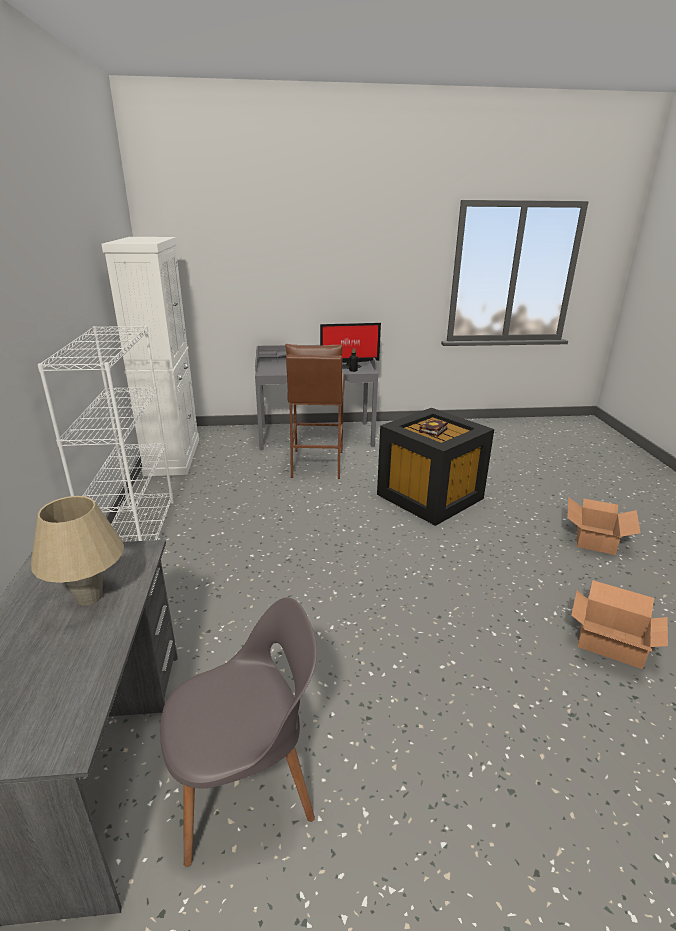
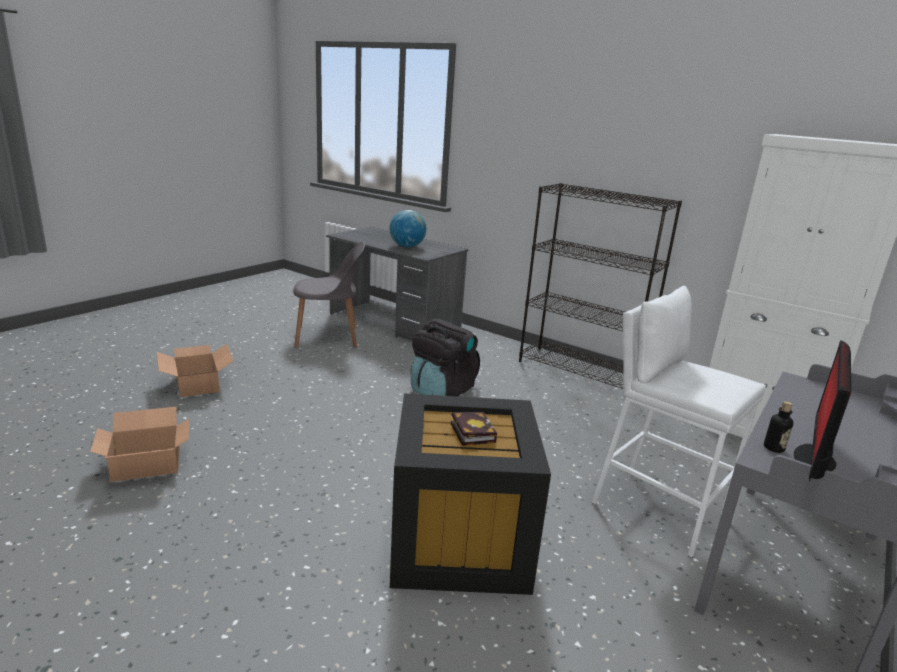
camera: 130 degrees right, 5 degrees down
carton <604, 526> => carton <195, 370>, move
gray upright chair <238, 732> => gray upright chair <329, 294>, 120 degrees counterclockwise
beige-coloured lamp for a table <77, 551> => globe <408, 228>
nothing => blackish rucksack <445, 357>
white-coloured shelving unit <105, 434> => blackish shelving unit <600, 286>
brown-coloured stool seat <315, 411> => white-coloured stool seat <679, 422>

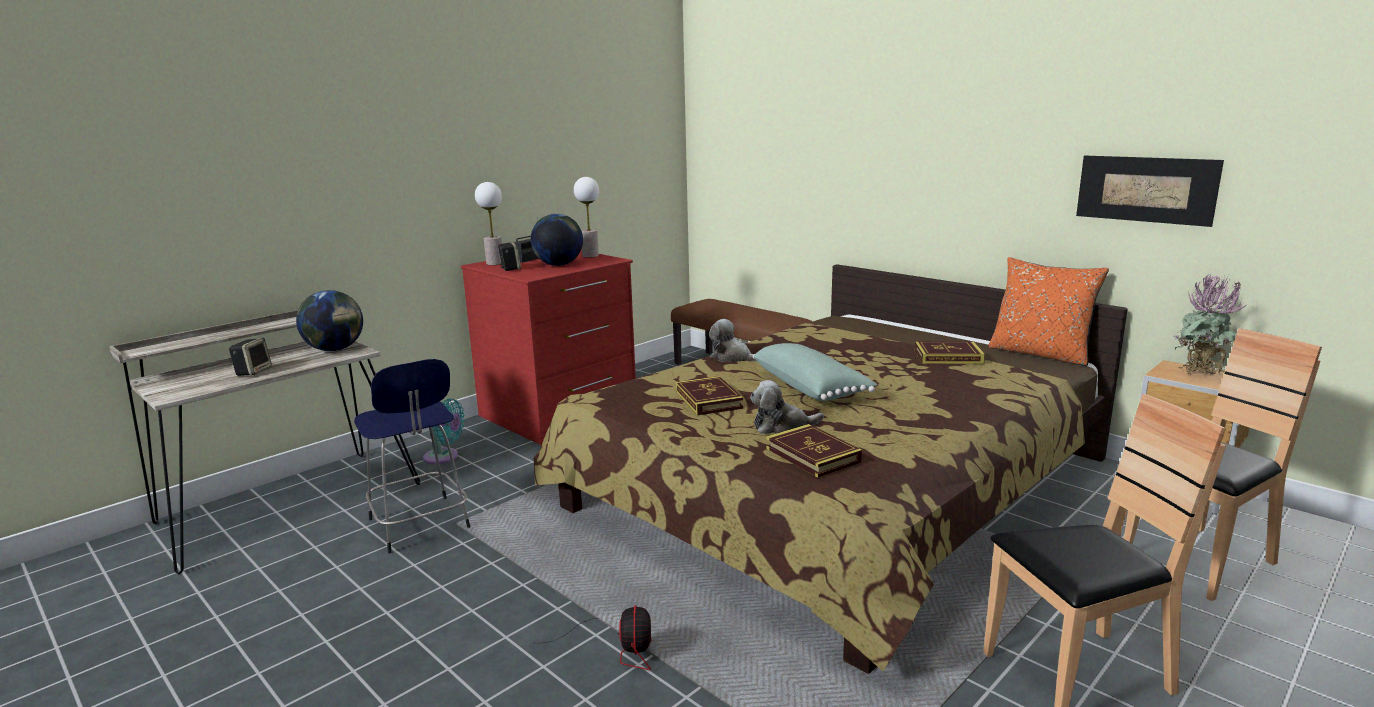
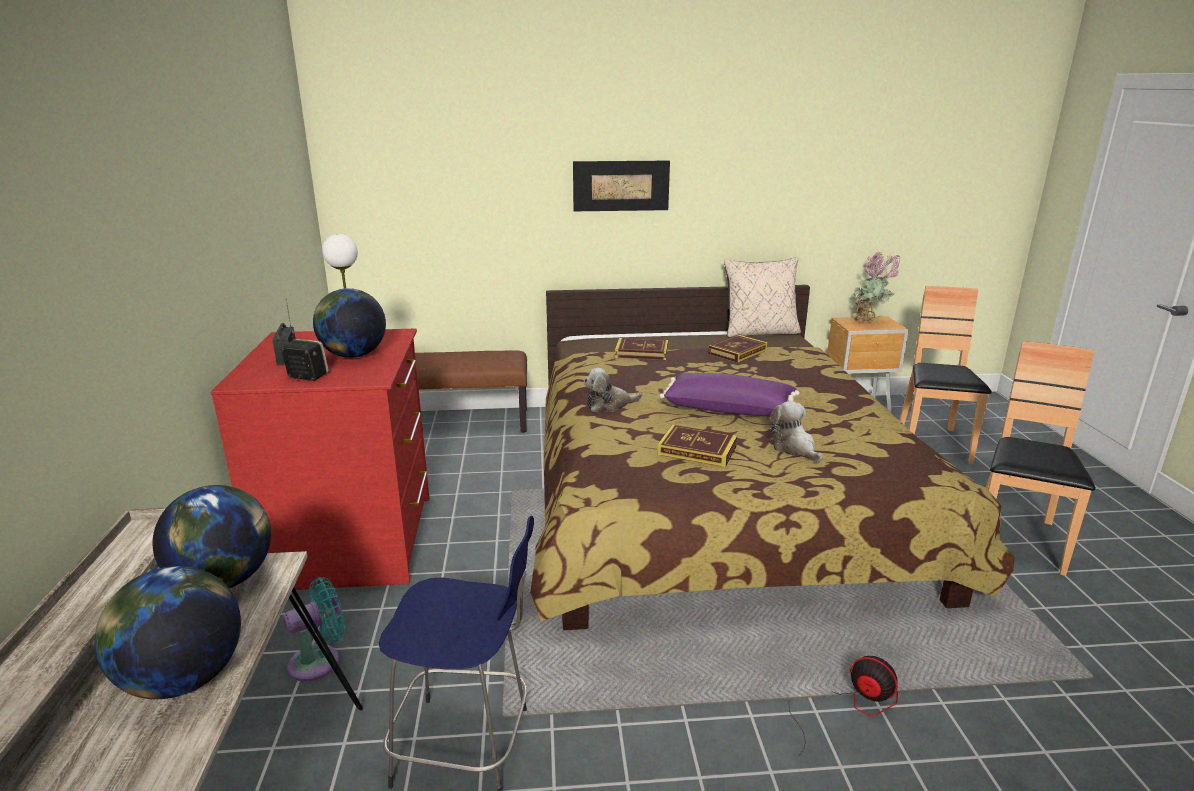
camera: 50 degrees left, 5 degrees up
audio speaker <250, 357> => globe <167, 632>
wall picture <1150, 191> => wall picture <621, 186>, move
bound book <814, 451> => bound book <641, 349>, move
green cushion <815, 372> => purple cushion <729, 394>
orangey cushion <1048, 311> => beige-coloured cushion <762, 297>
plush toy <787, 407> => plush toy <796, 431>, 120 degrees clockwise
lamp for a table <488, 223> => nothing

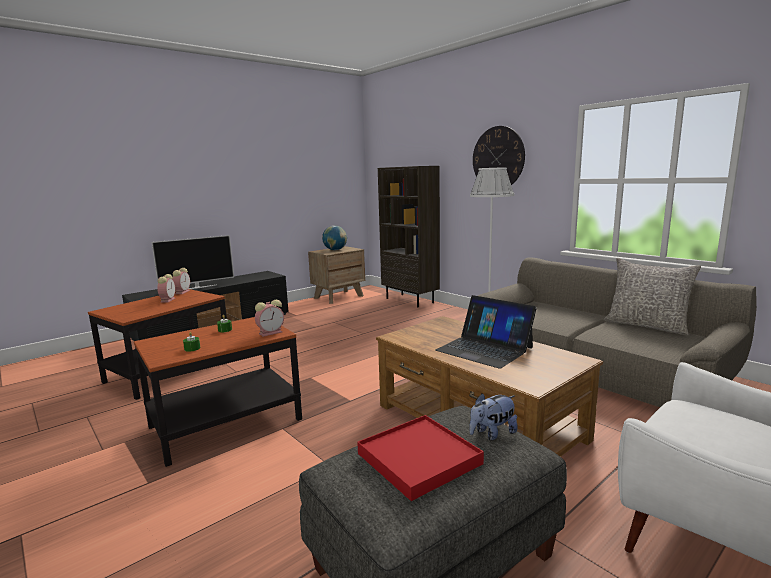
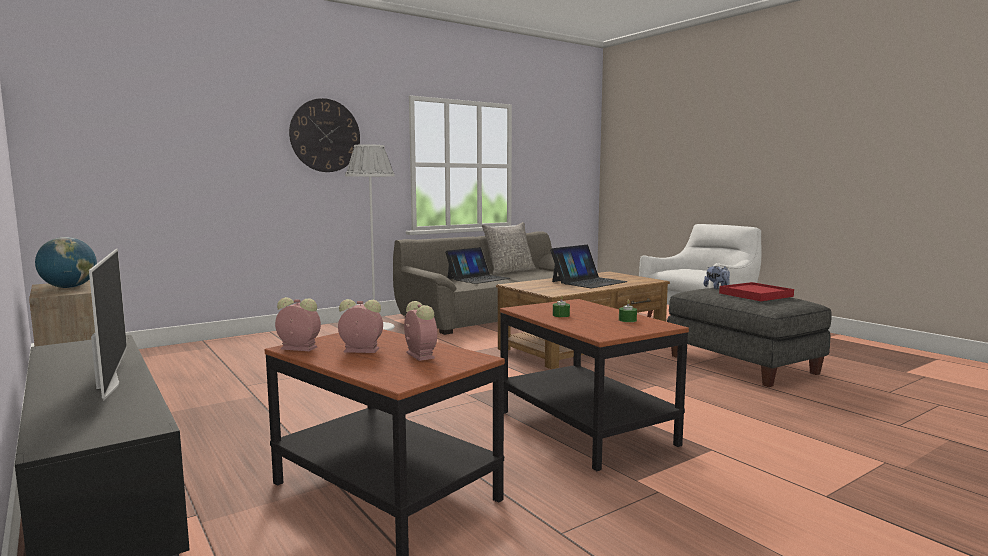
camera: 85 degrees left, 5 degrees down
alarm clock <269, 318> => alarm clock <420, 331>, move
nothing => notebook computer <477, 265>
brown-coloured shelving unit <409, 236> => nothing

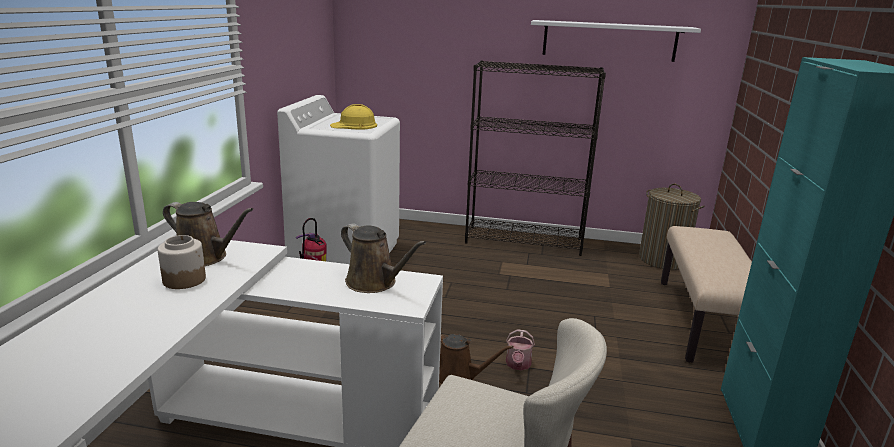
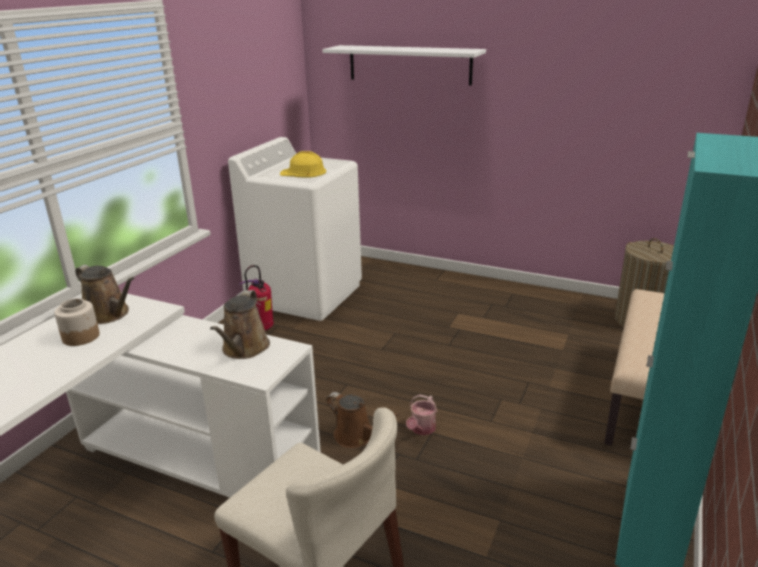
camera: 15 degrees right, 5 degrees up
brown-coloured sprinkling can <383, 258> => brown-coloured sprinkling can <240, 324>, 45 degrees clockwise
white-coloured bracket shelf <616, 41> => white-coloured bracket shelf <404, 65>, move
blackish shelving unit <535, 158> => nothing

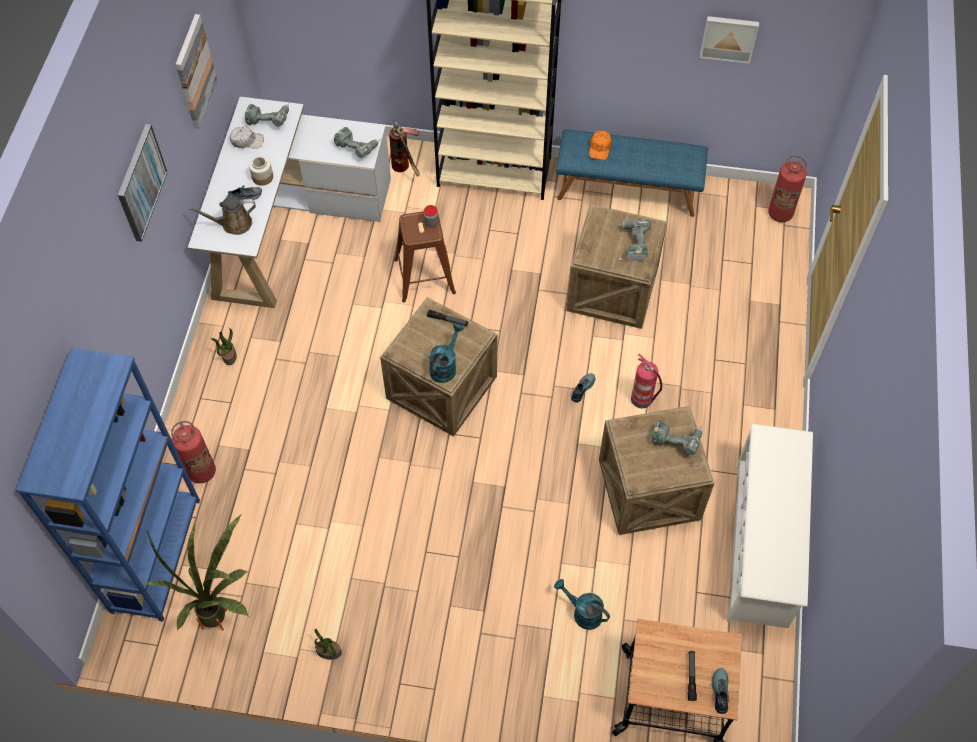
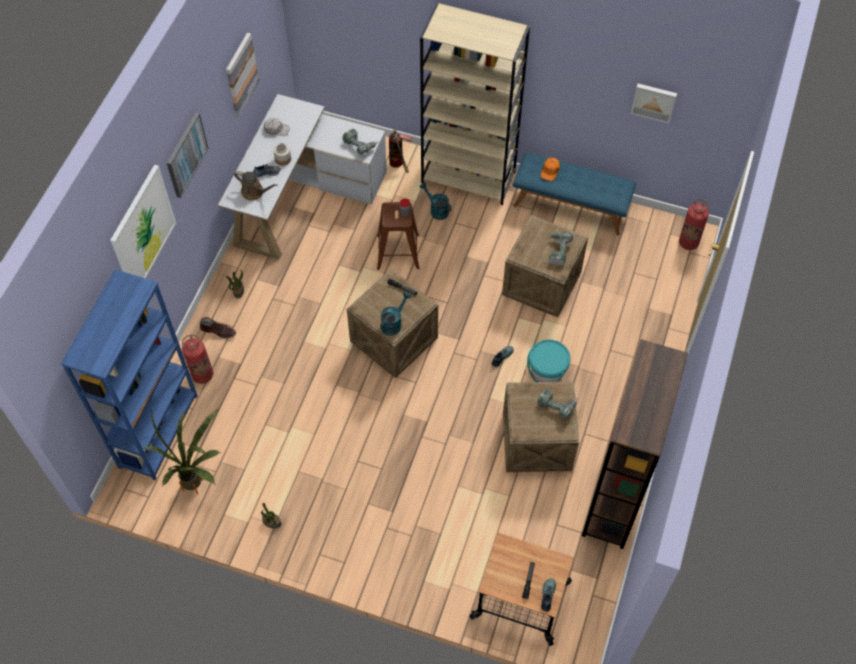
camera: 10 degrees right, 0 degrees up
nothing => wall picture <143, 221>
nothing => brown-coloured high-top boot <218, 327>
brown-coloured sprinkling can <221, 216> => brown-coloured sprinkling can <255, 185>, 150 degrees counterclockwise
blue-green sprinkling can <582, 604> => blue-green sprinkling can <435, 201>, move
fire-fighting cylinder <646, 381> => blue-green bucket <549, 361>
white-coloured shoe stand <770, 525> => brown-coloured shelving unit <635, 444>
electric drill <267, 115> => nothing

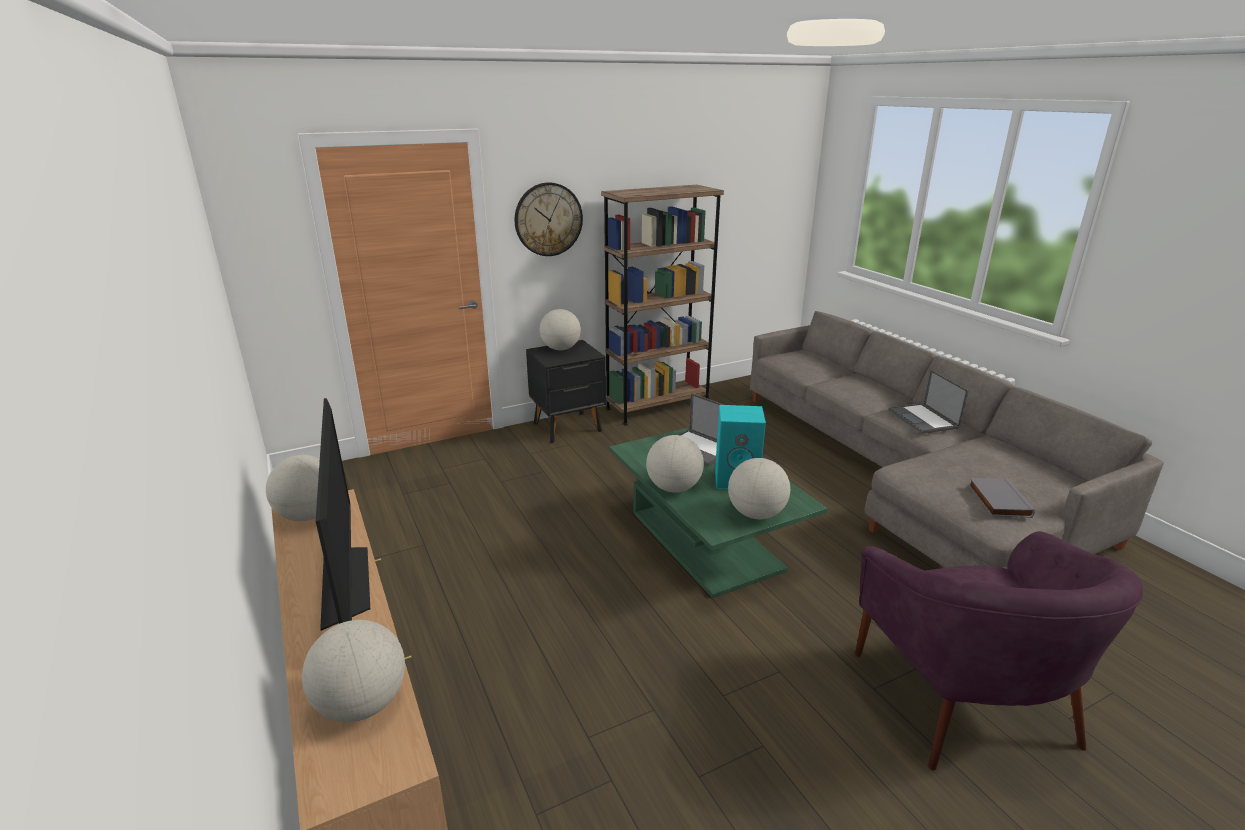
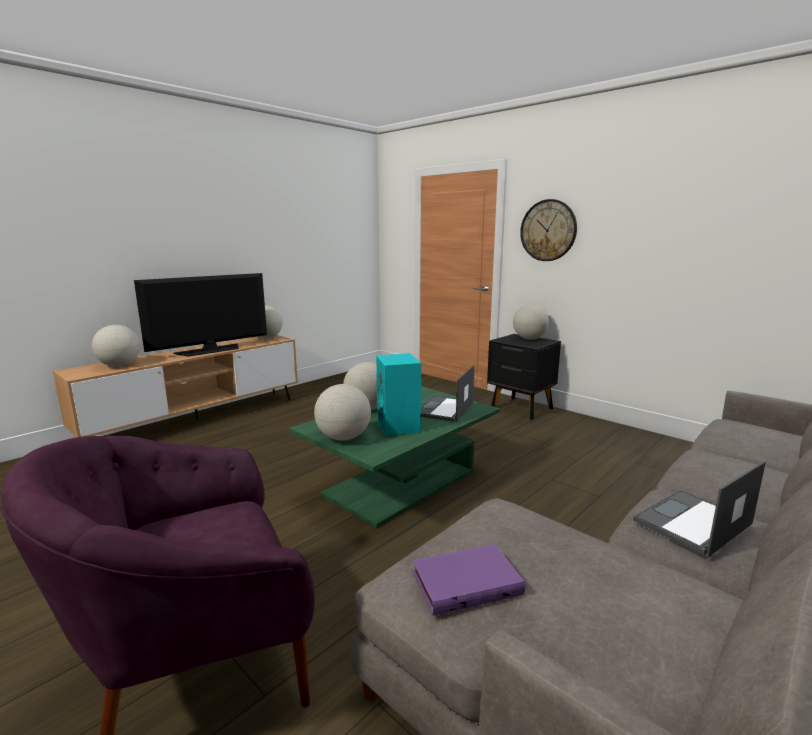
camera: 70 degrees right, 10 degrees down
gray bound book <1001, 498> => purple bound book <468, 580>
brown-coloured shelving unit <662, 305> => nothing

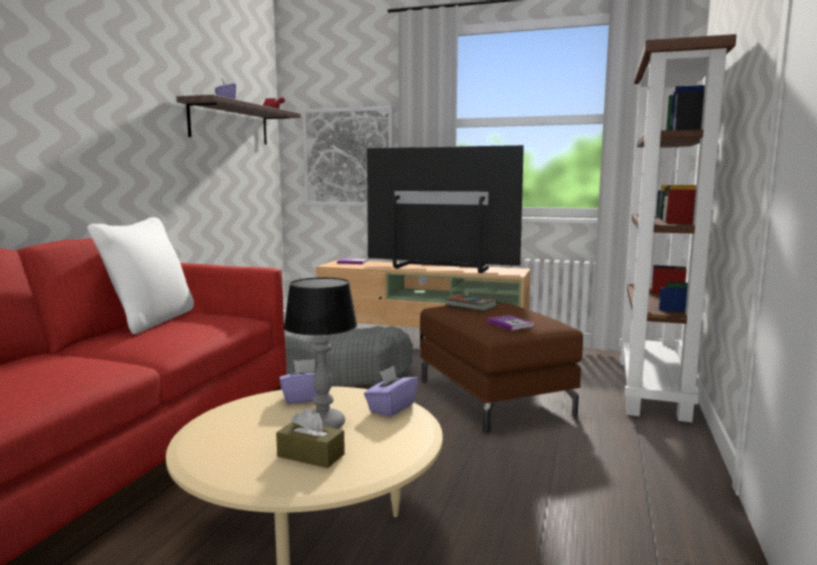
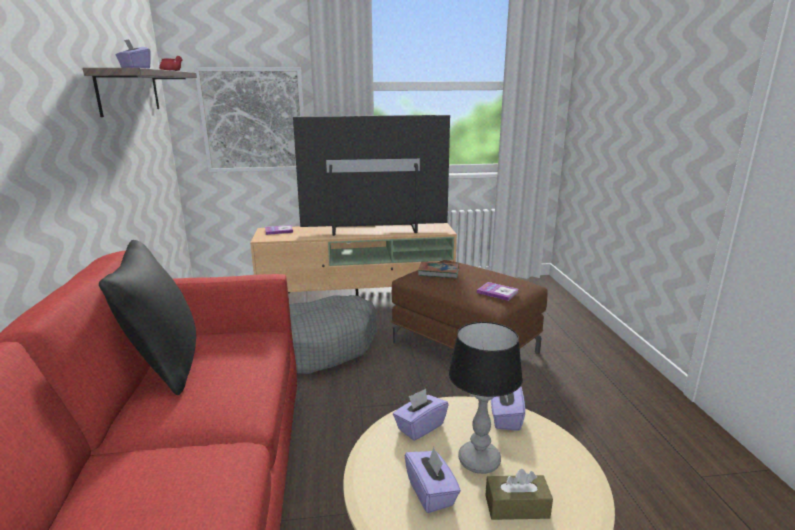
camera: 25 degrees left, 10 degrees up
white-coloured cushion <140, 275> => blackish cushion <147, 317>
nothing => purple tissue holder <433, 480>
brown-coloured shelving unit <678, 228> => nothing

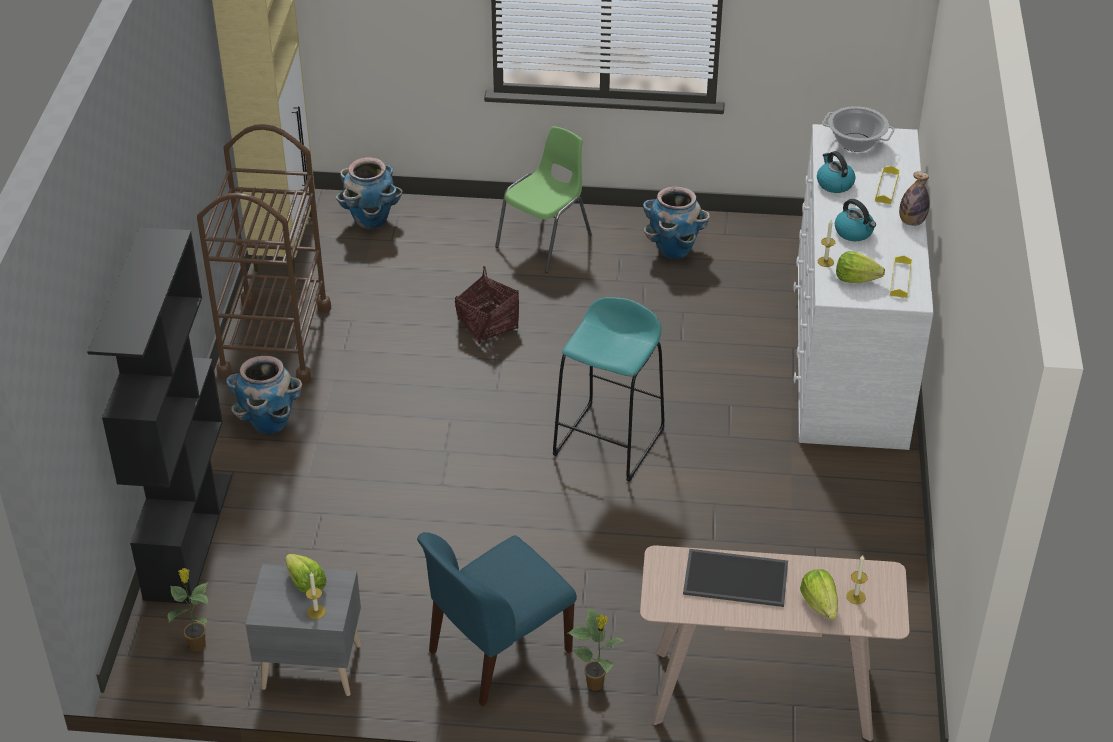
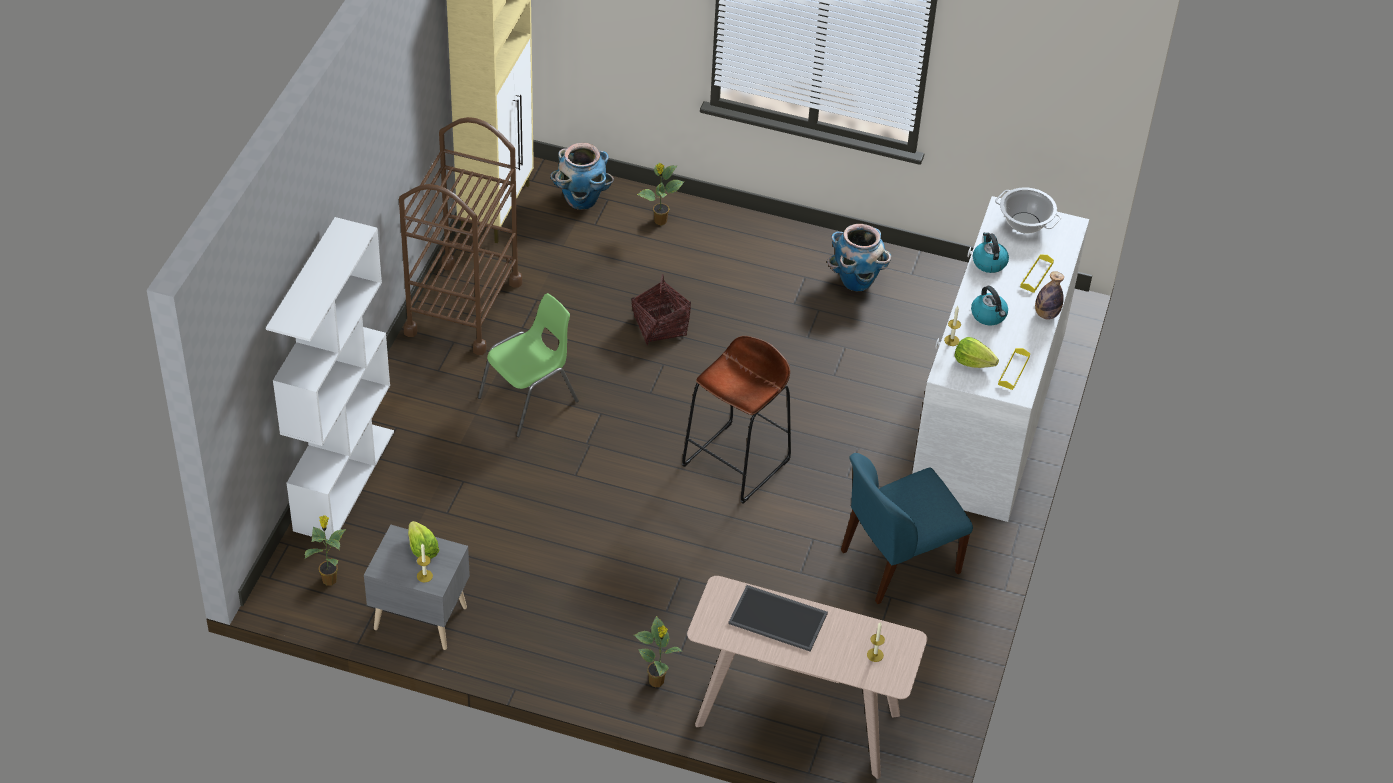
camera: 10 degrees right, 5 degrees up
blackish shelving unit <159, 415> => white-coloured shelving unit <330, 378>
green upright chair <543, 199> => green upright chair <528, 365>, move
nothing => houseplant <660, 194>
blue-green stool seat <608, 389> => brown-coloured stool seat <736, 420>
bluish upright chair <497, 619> => bluish upright chair <907, 528>, move
plant pot <264, 395> => nothing
lettuce <819, 594> => nothing

